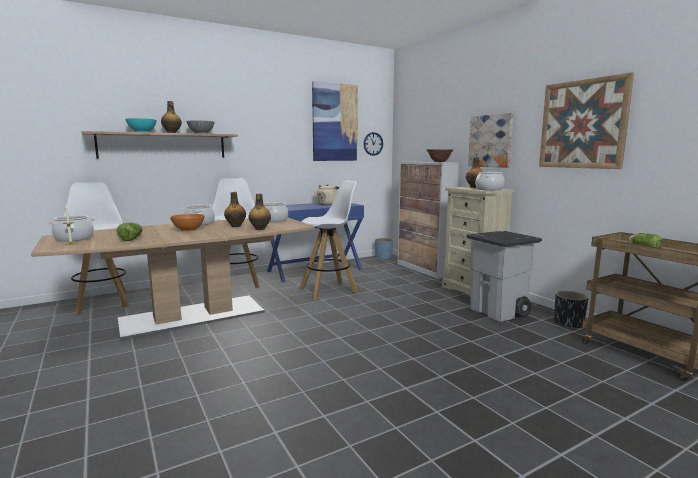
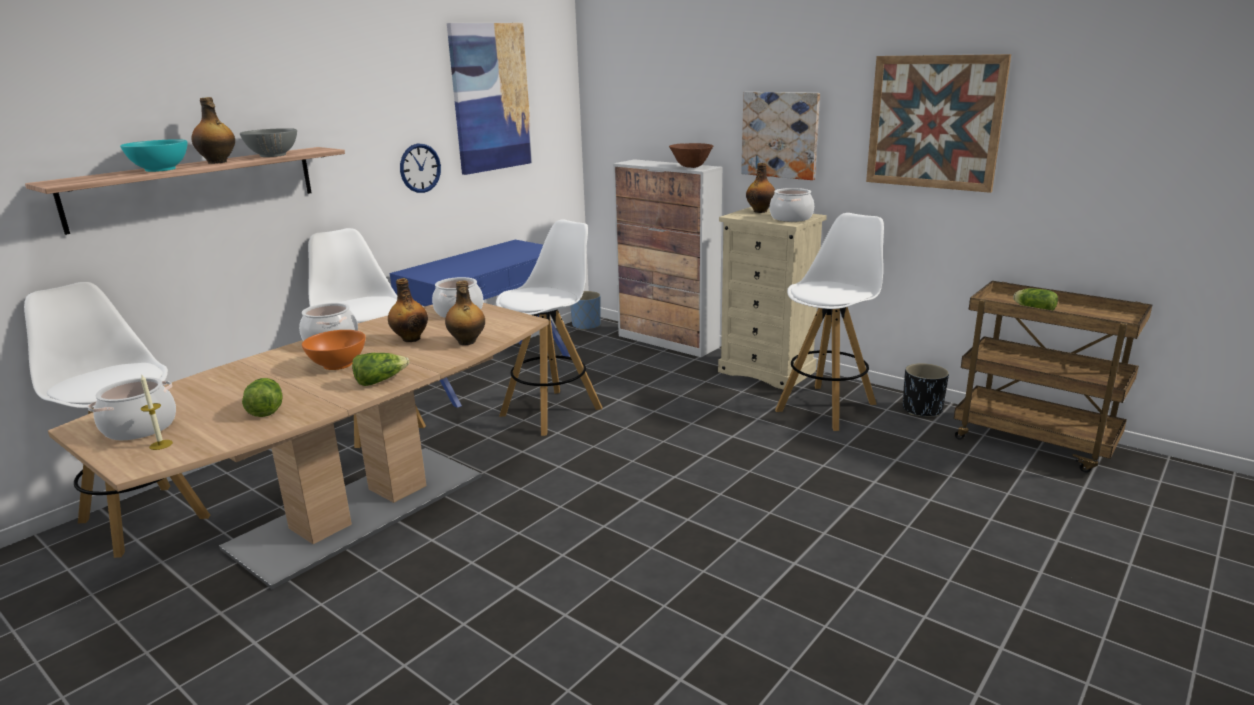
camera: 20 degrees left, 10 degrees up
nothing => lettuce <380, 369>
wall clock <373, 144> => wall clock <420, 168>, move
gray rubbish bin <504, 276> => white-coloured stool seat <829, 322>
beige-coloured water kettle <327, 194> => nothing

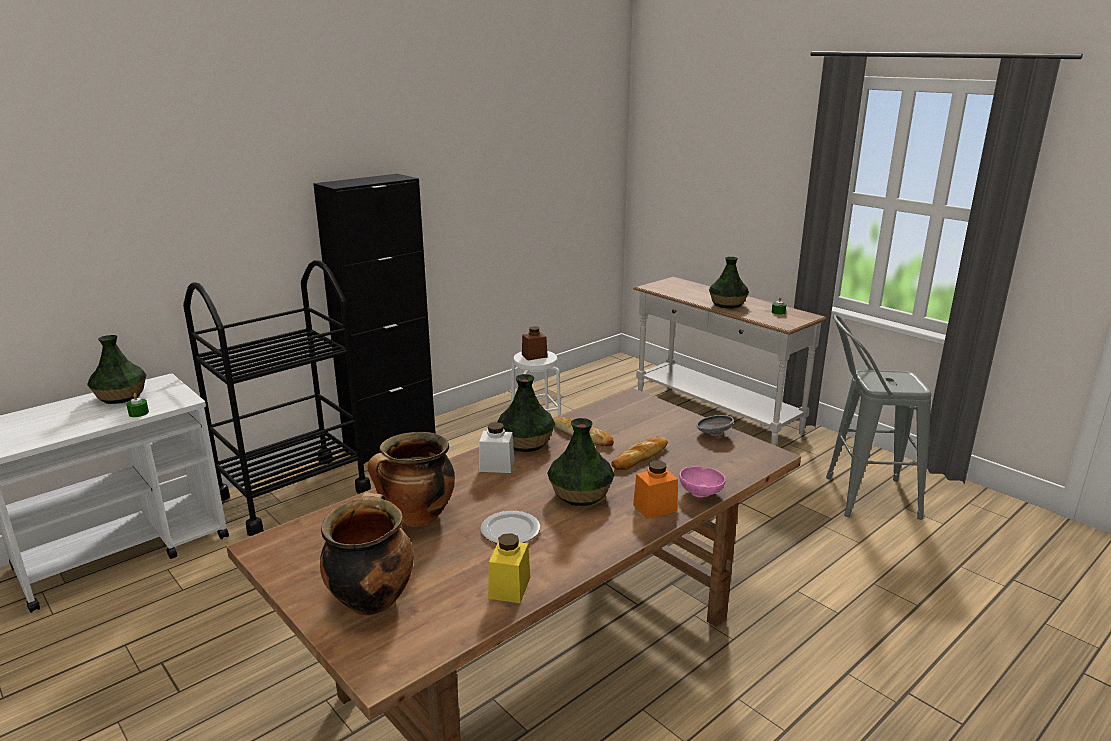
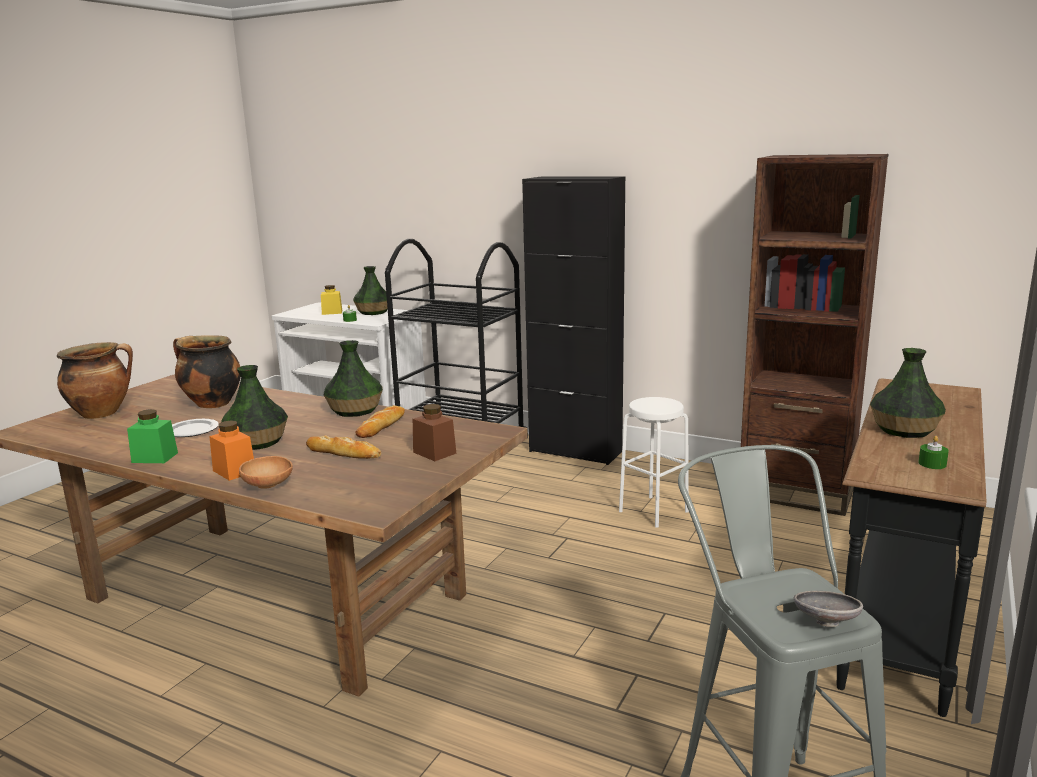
camera: 70 degrees right, 5 degrees down
nothing => green storage jar <152, 436>
pink deep dish <702, 481> => brown-coloured deep dish <266, 472>
yellow-coloured storage jar <509, 568> => yellow-coloured storage jar <332, 300>, move
brown-coloured storage jar <535, 343> => brown-coloured storage jar <434, 432>, move
nothing => brown-coloured shelving unit <814, 335>
gray deep dish <715, 425> => gray deep dish <828, 609>, move
white-coloured hall table <730, 361> => blackish hall table <911, 547>
white-coloured storage jar <496, 447> => nothing

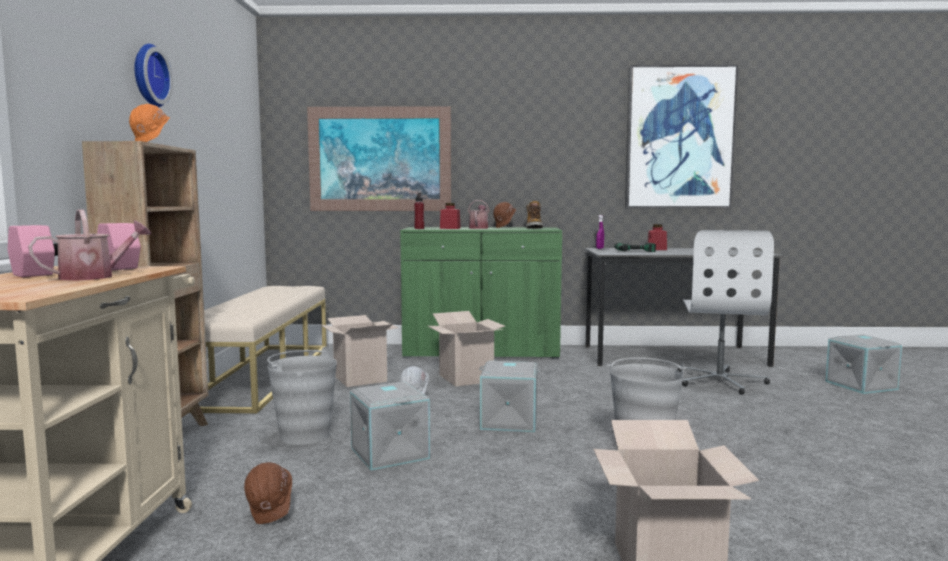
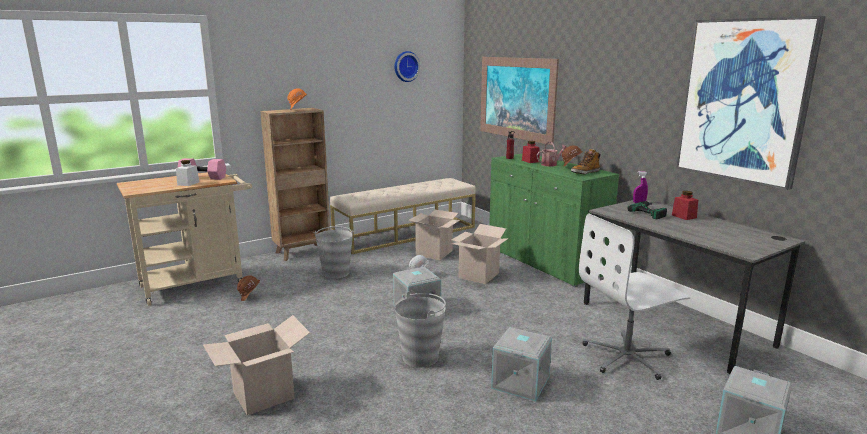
camera: 55 degrees right, 10 degrees up
sprinkling can <90, 245> => white-coloured storage jar <187, 173>
wall clock <154, 75> => wall clock <407, 66>, move
gray storage bin <390, 425> => gray storage bin <521, 364>, move

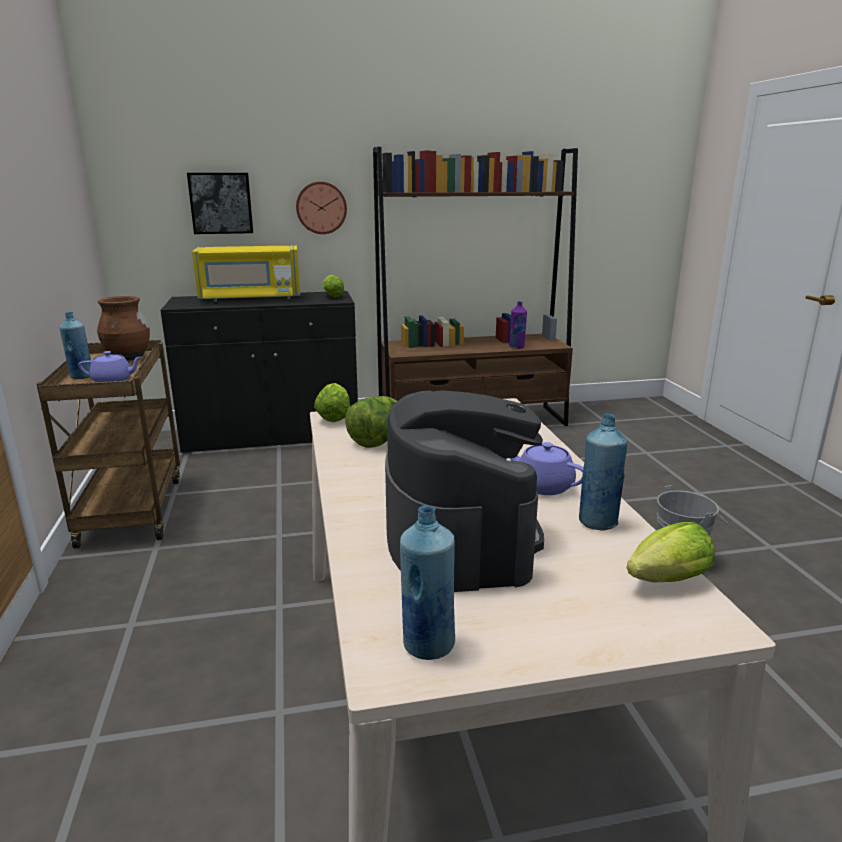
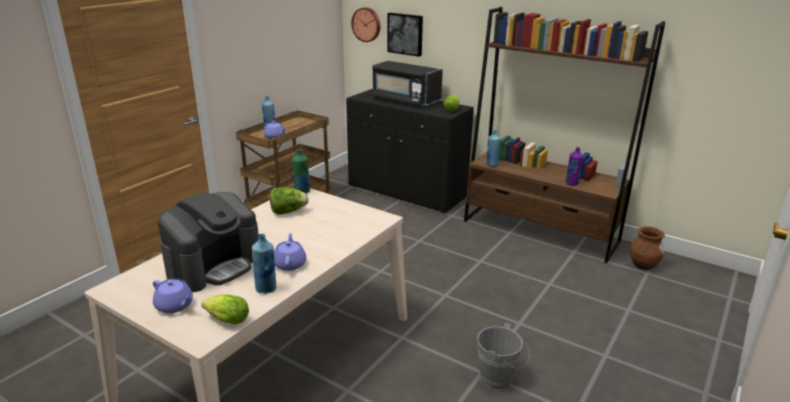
camera: 45 degrees right, 5 degrees up
nothing => purple teapot <173, 296>
lettuce <332, 402> => green bottle <301, 171>
wall clock <321, 207> => wall clock <365, 24>, move
yellow-coloured kitchen microwave <246, 273> => blackish kitchen microwave <407, 83>
bluish bottle <427, 582> => bluish bottle <493, 148>, move
brown-coloured flower vase <123, 328> => brown-coloured flower vase <647, 248>, move

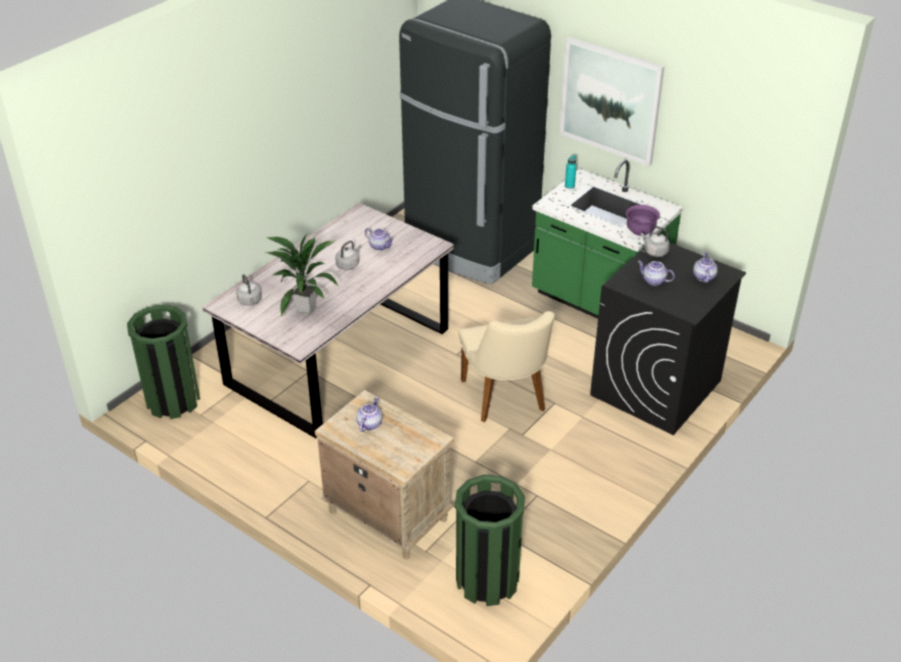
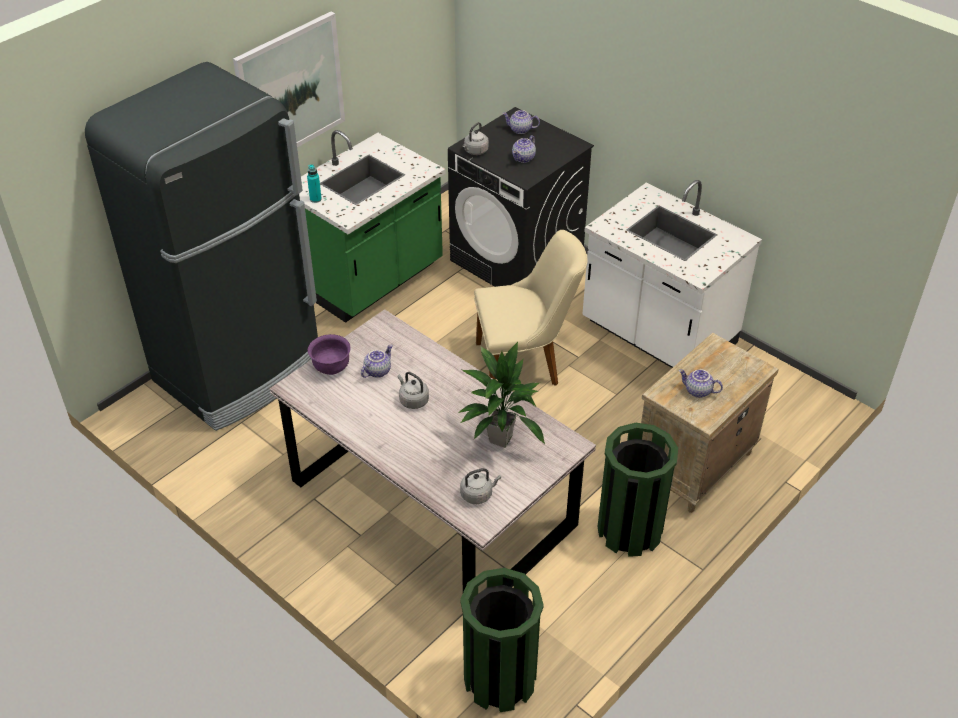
camera: 85 degrees left, 5 degrees up
purple deep dish <643, 220> => purple deep dish <329, 354>, move
nothing => white-coloured counter <672, 274>
green rubbish bin <490, 540> => green rubbish bin <637, 490>, move

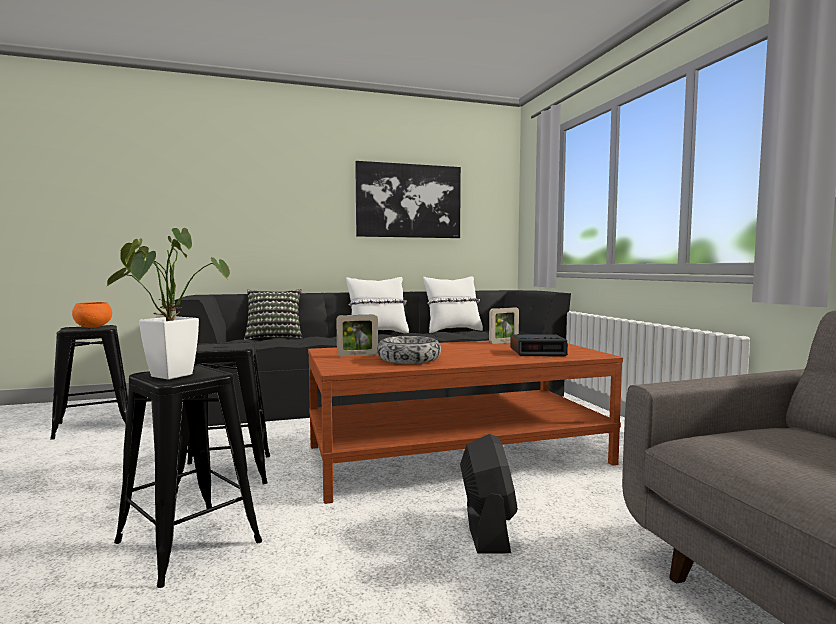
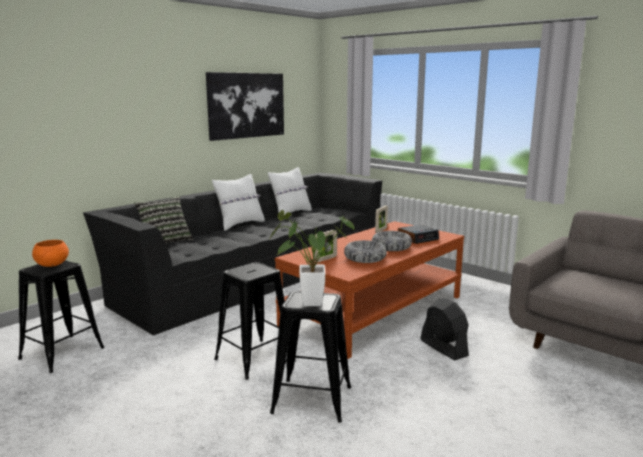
camera: 30 degrees left, 10 degrees up
nothing => deep dish <392, 241>

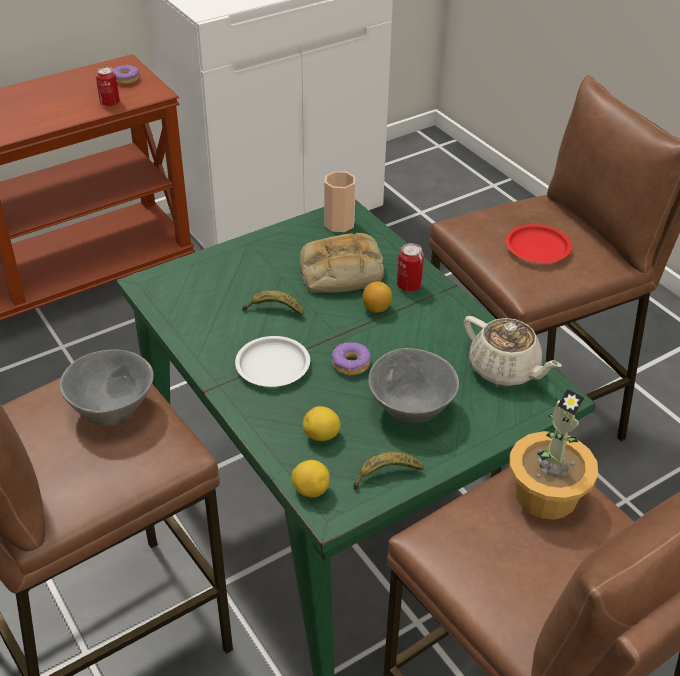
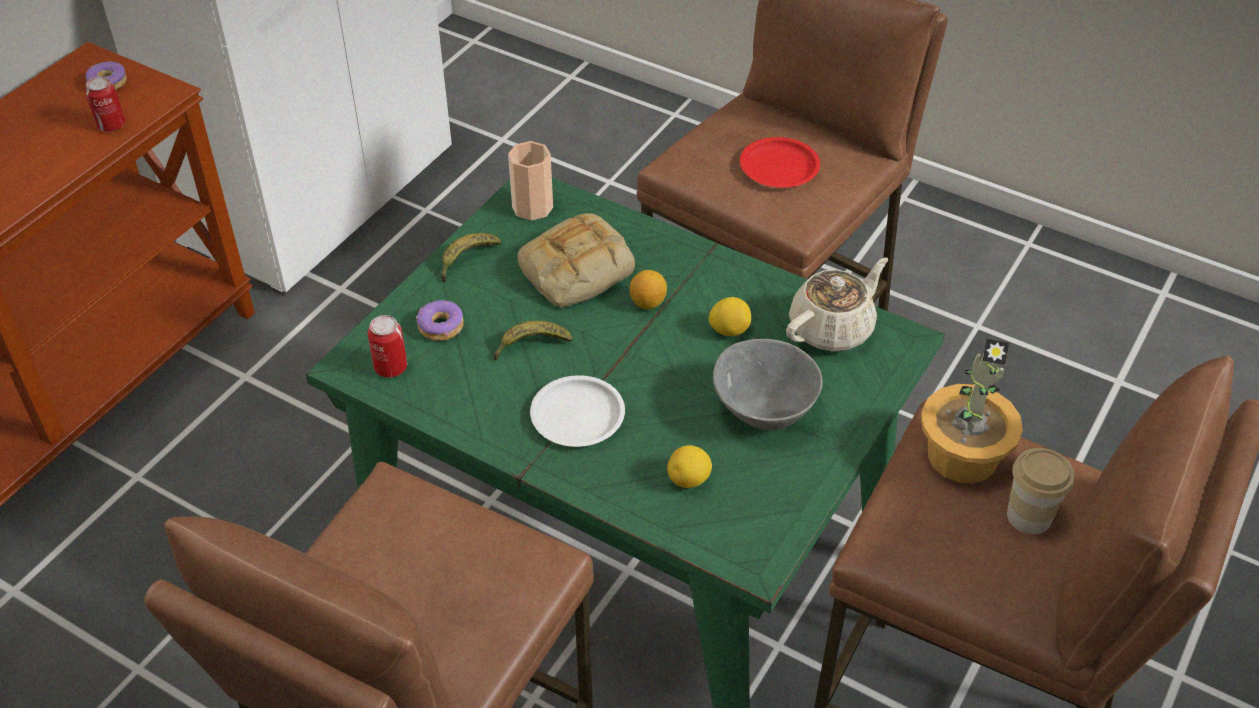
camera: 25 degrees left, 5 degrees up
sealed can <410, 267> => sealed can <387, 346>, move
ring doughnut <351, 359> => ring doughnut <440, 320>, move
whole banana <388, 471> => whole banana <471, 257>, move
whole lemon <310, 478> => whole lemon <730, 316>, move
beige-coloured teapot <513, 351> => beige-coloured teapot <837, 305>, 60 degrees counterclockwise
nothing => drinking cup <1041, 491>
gray deep dish <107, 387> => nothing

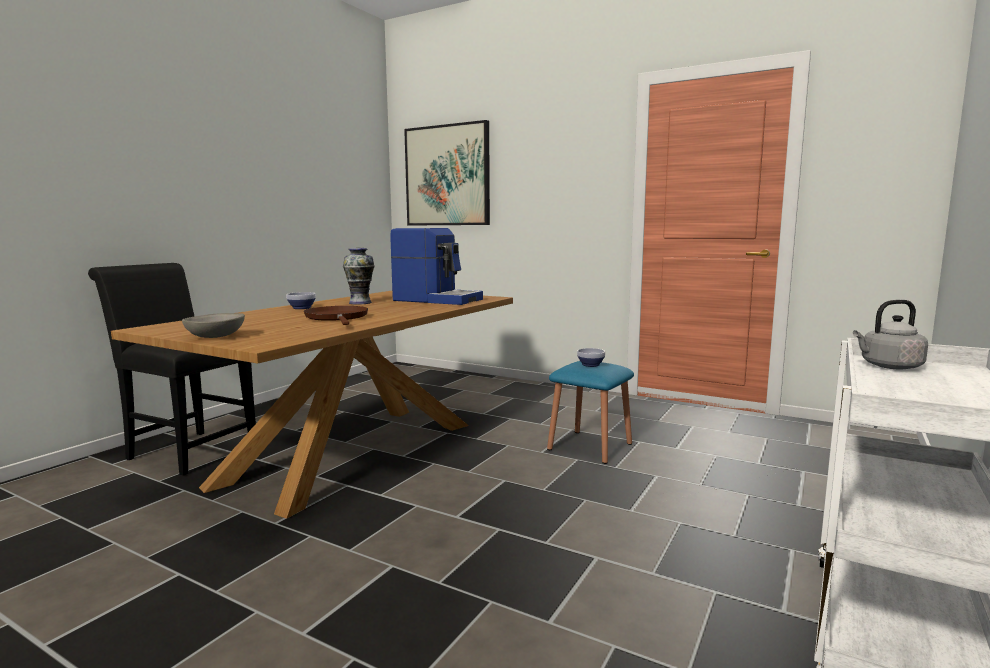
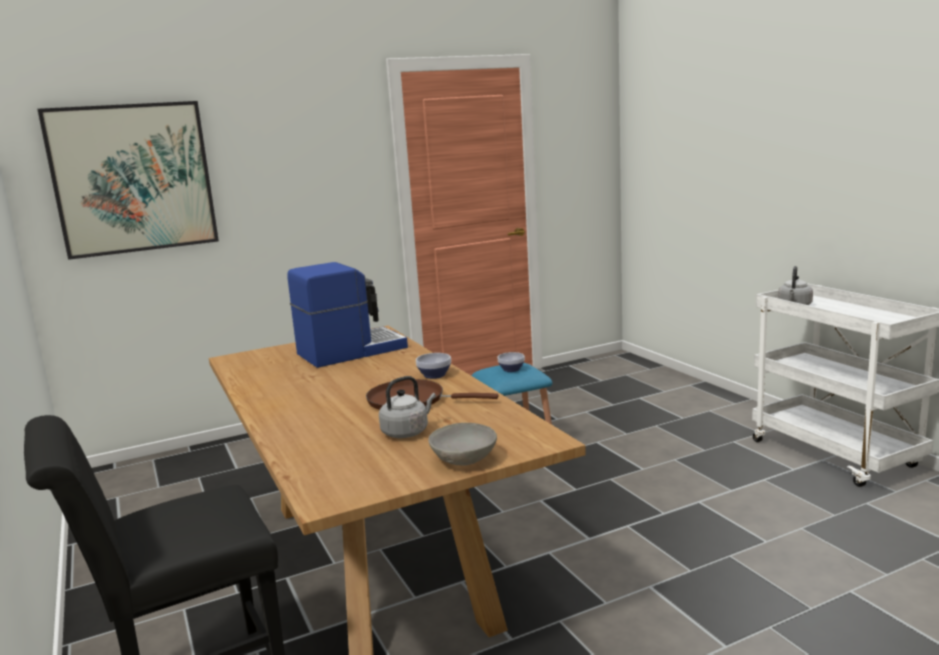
camera: 55 degrees left, 5 degrees up
nothing => gray water kettle <407, 407>
deep dish <301, 300> => deep dish <433, 366>, move
flower vase <359, 276> => nothing

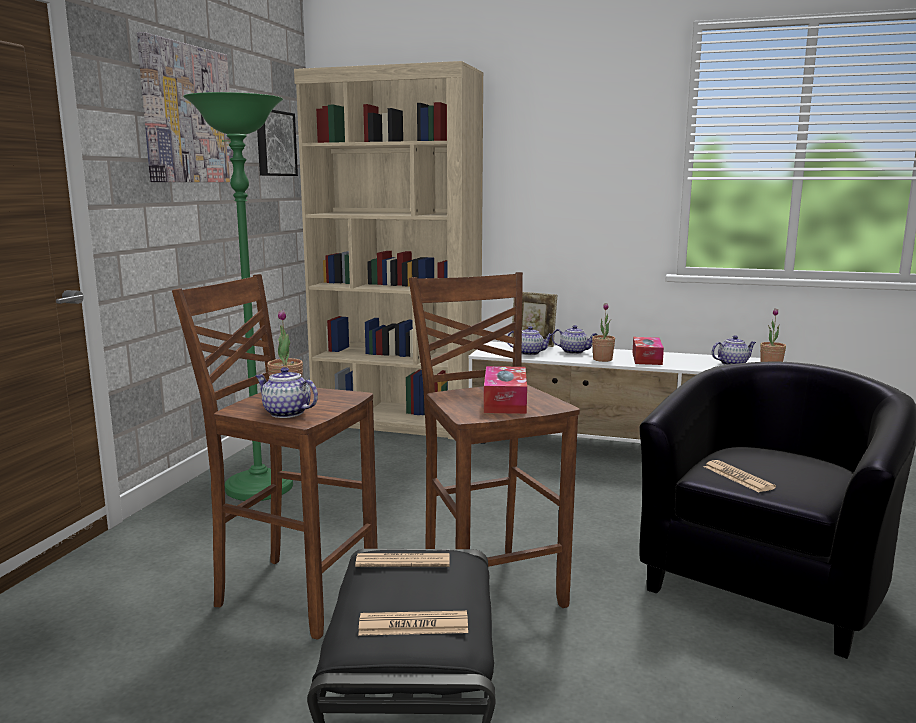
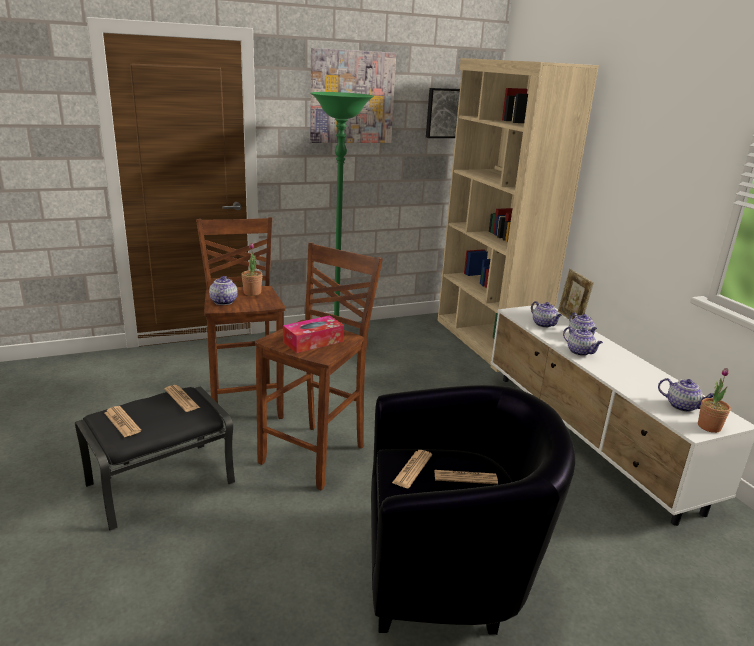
camera: 50 degrees right, 10 degrees up
nothing => daily paper <466, 477>
houseplant <603, 332> => teapot <583, 341>
tissue holder <648, 351> => nothing

